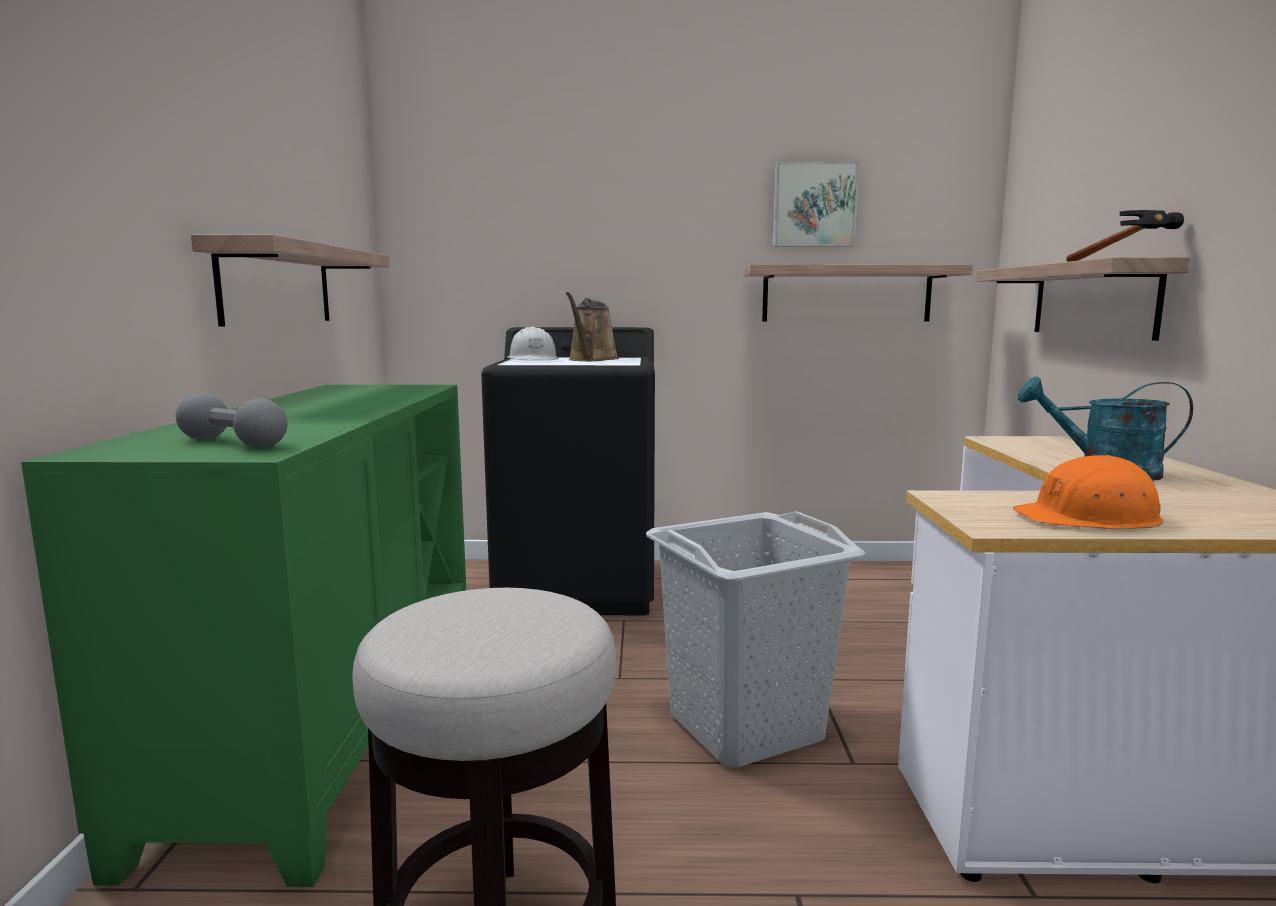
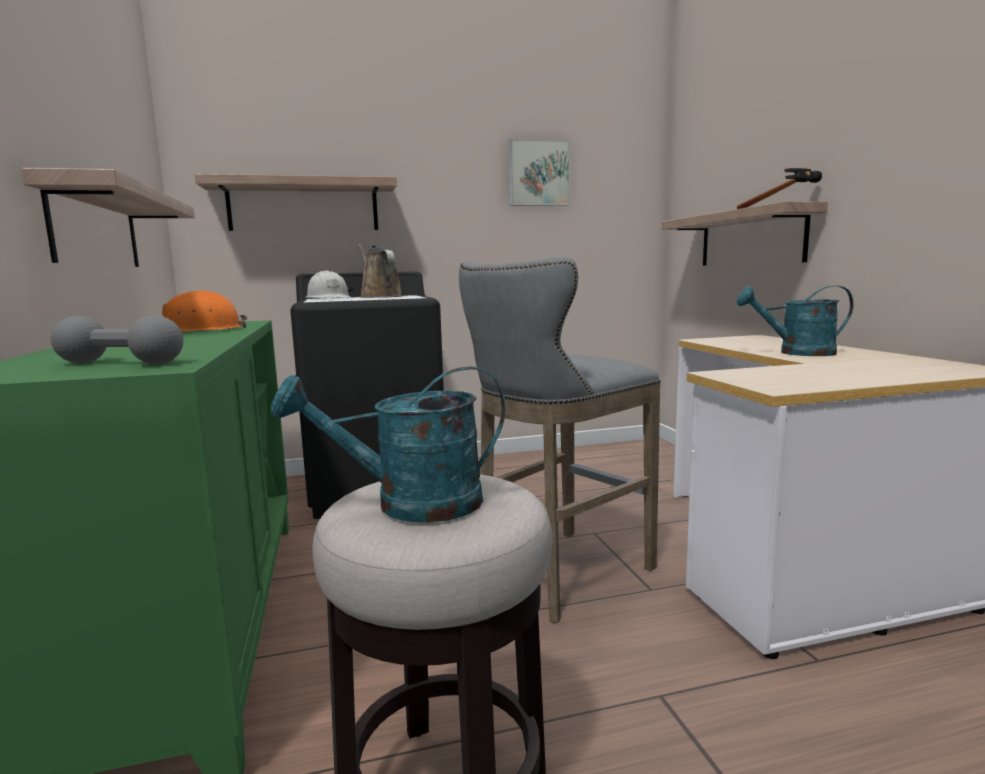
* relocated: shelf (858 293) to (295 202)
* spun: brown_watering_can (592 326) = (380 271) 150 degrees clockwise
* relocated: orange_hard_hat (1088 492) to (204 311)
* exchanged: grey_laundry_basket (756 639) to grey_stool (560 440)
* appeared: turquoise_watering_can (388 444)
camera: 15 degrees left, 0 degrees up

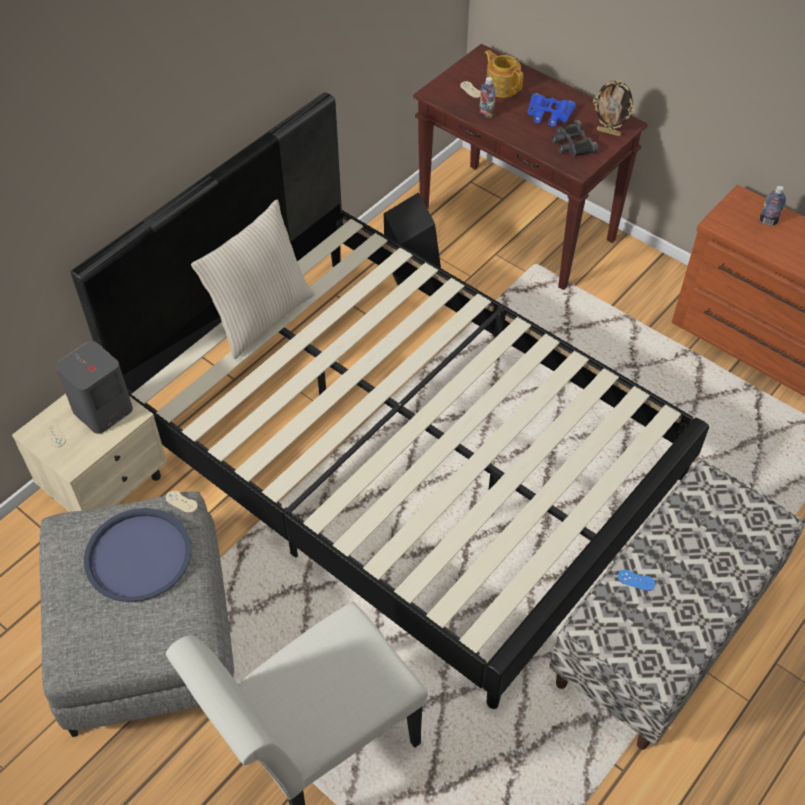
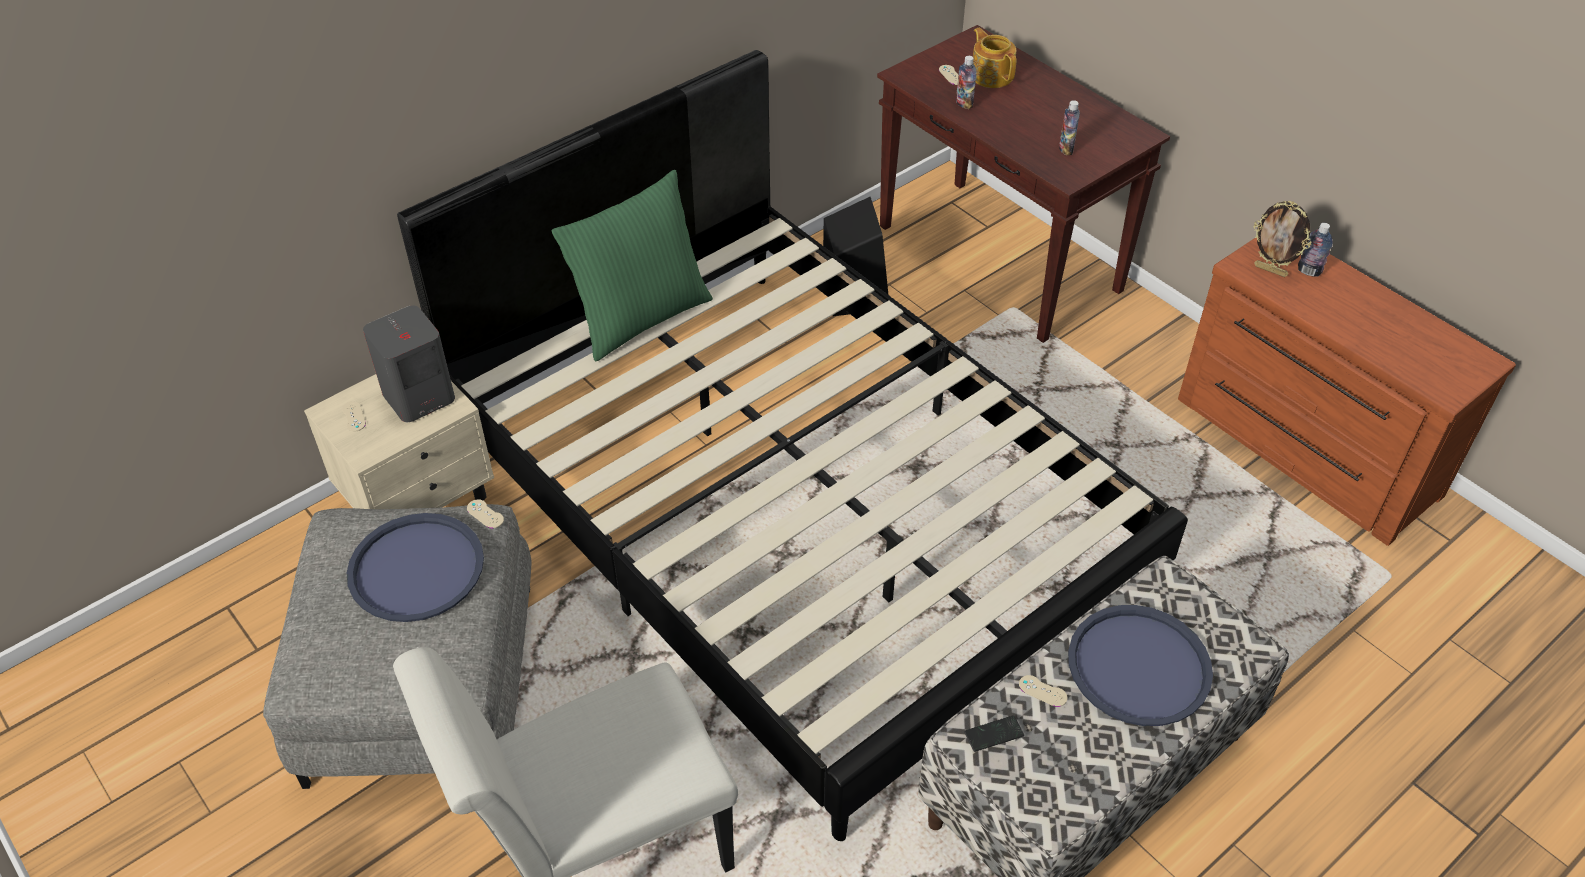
* relocated: picture_frame (614 108) to (1283 239)
* missing: blue_binoculars (551 110)
* exchanged: black_binoculars (575 138) to bottle (1069 128)
* colour: beige_pillow (253 279) to green_pillow (632 265)
* colour: blue_game_controller (636 580) to beige_game_controller (1043 691)
* appeared: blue_tray (1140 665)
* appeared: phone (994 733)
camera: 10 degrees right, 5 degrees down

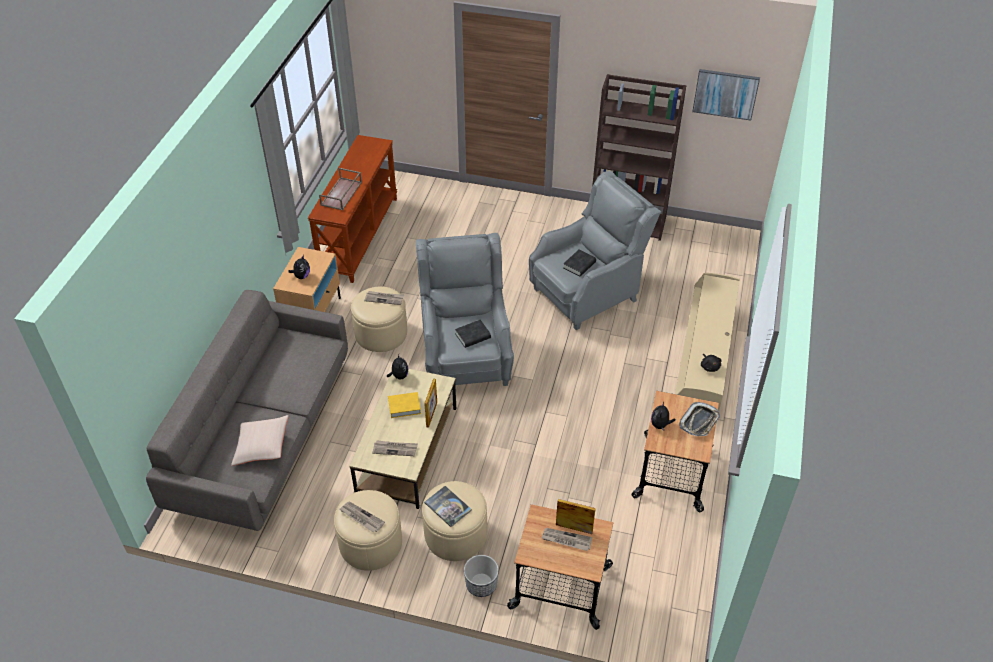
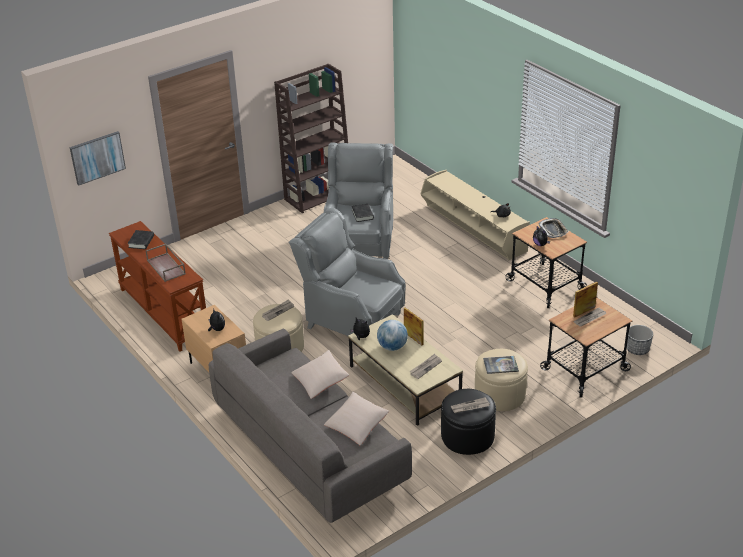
* relocated: picture (726 95) to (98 158)
* relocated: black_book (473 334) to (141 239)
* exchanged: yellow_book (404 405) to globe (392 335)
* colour: beige_ottoman (368 530) to black_ottoman (468 422)
* relocated: planter (481 576) to (640 340)
* appeared: beige_pillow (320 374)
camera: 50 degrees left, 10 degrees down

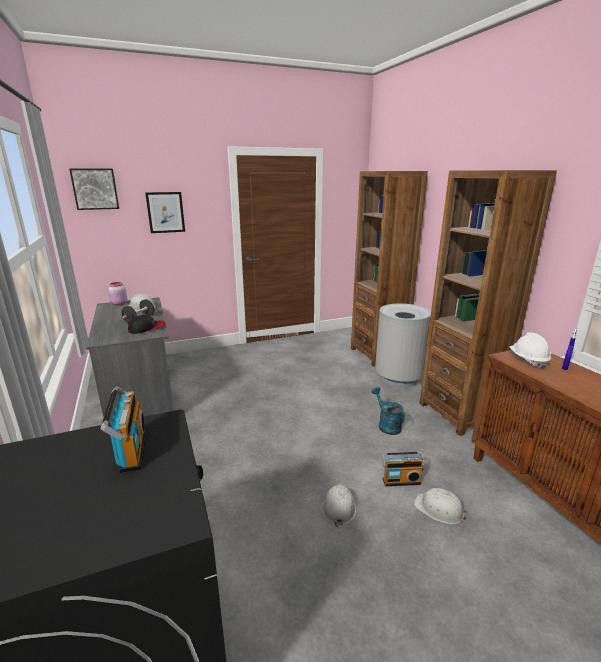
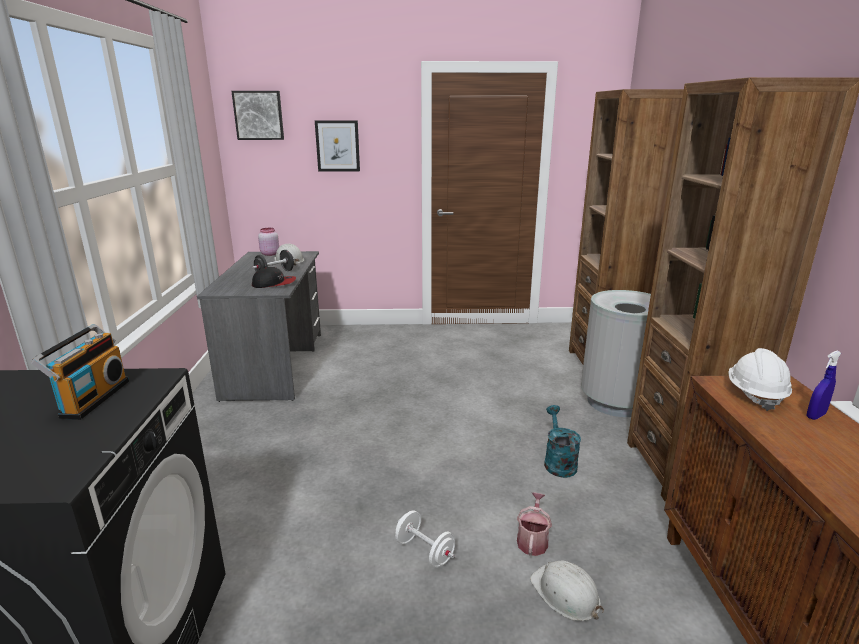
* exchanged: radio (403 469) to watering_can (534 524)
* exchanged: white_hard_hat (339 505) to white_dumbbell (425 539)
camera: 20 degrees right, 0 degrees up

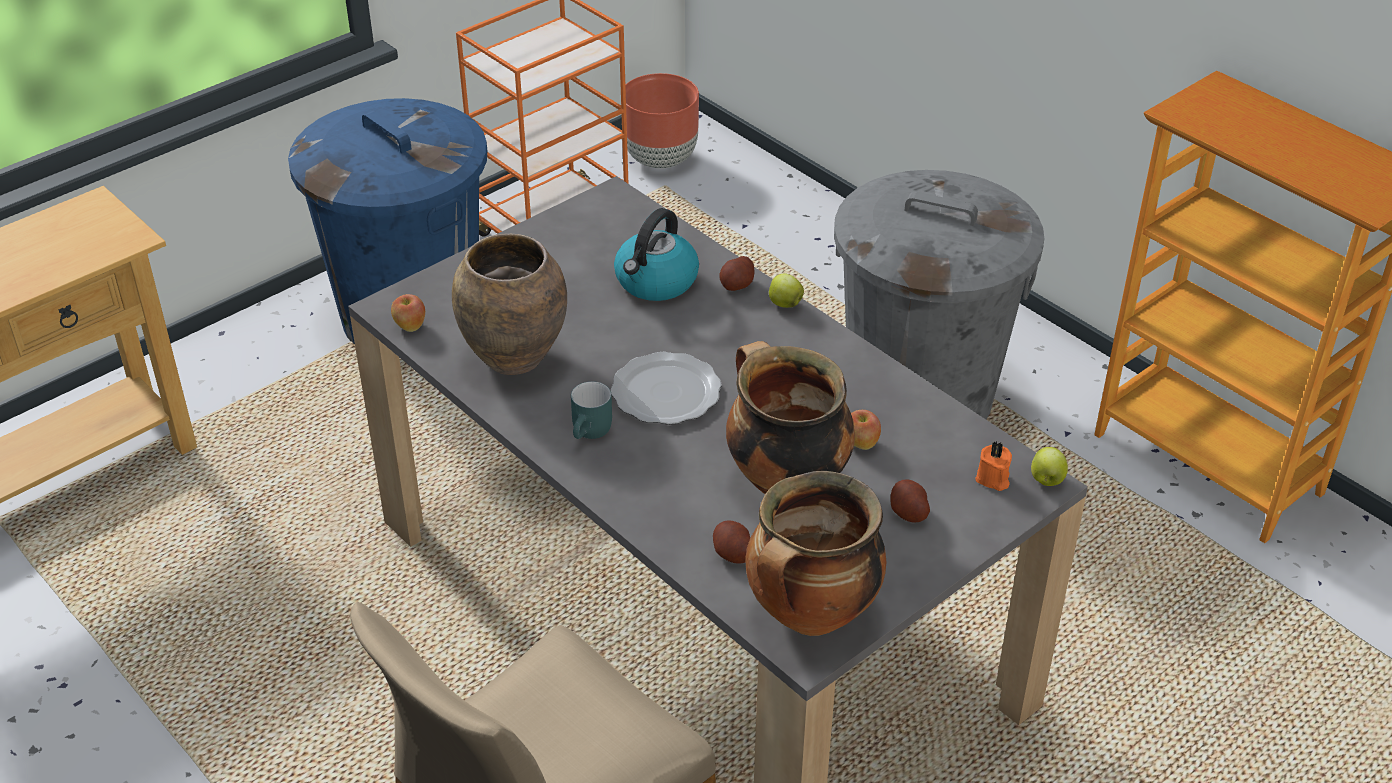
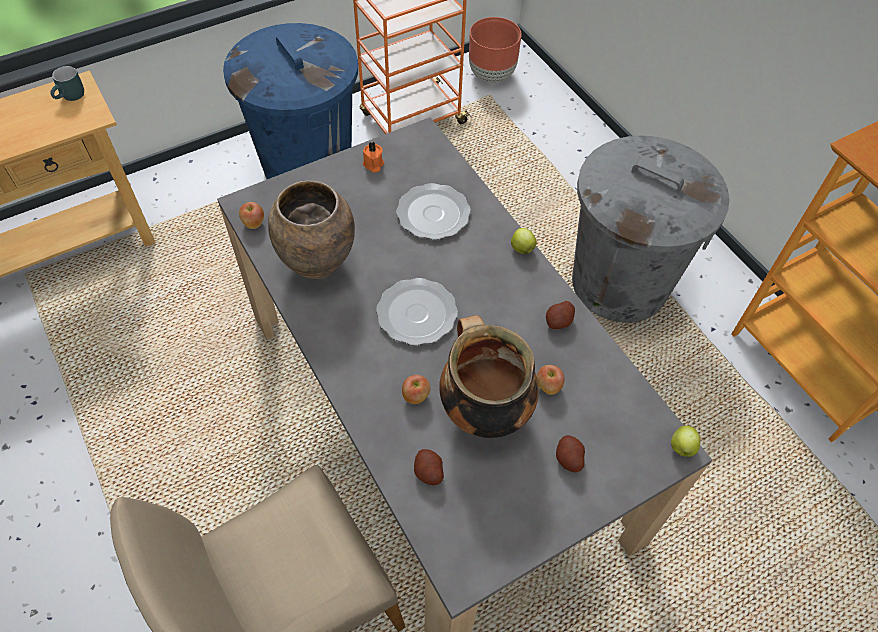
* exchanged: kettle (656 254) to plate (433 211)
* relocated: potato (737 273) to (560 315)
* relocated: turquoise_mug (591 410) to (67 83)
* relocated: orange_candle (993 466) to (373 157)
* missing: cooking_pot (815 553)
* appeared: apple (416 389)
camera: 10 degrees right, 15 degrees up

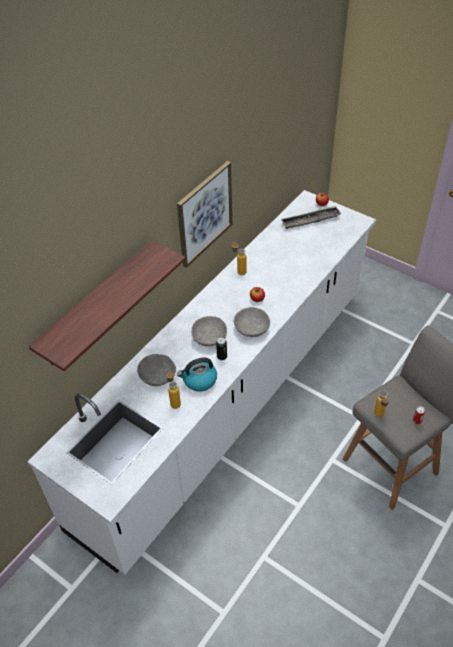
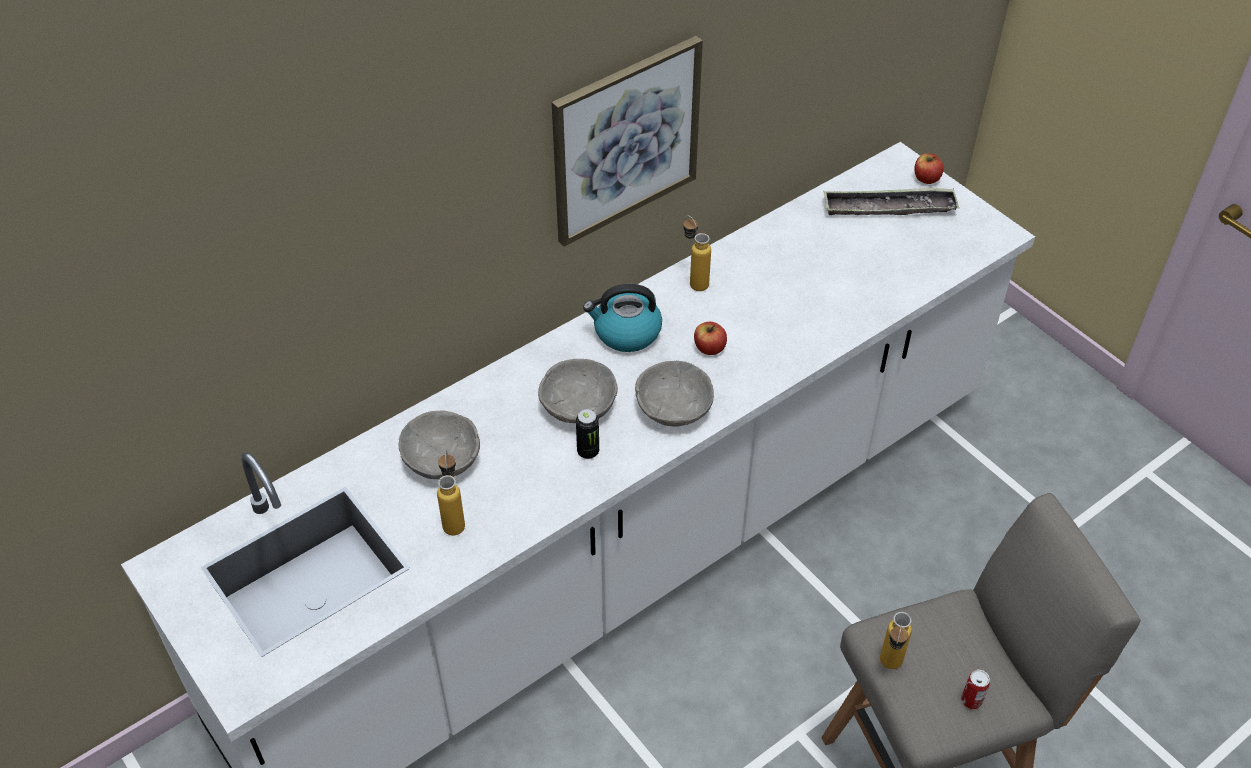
* missing: shelf (107 305)
* relocated: kettle (197 375) to (622 318)
camera: 15 degrees right, 0 degrees up

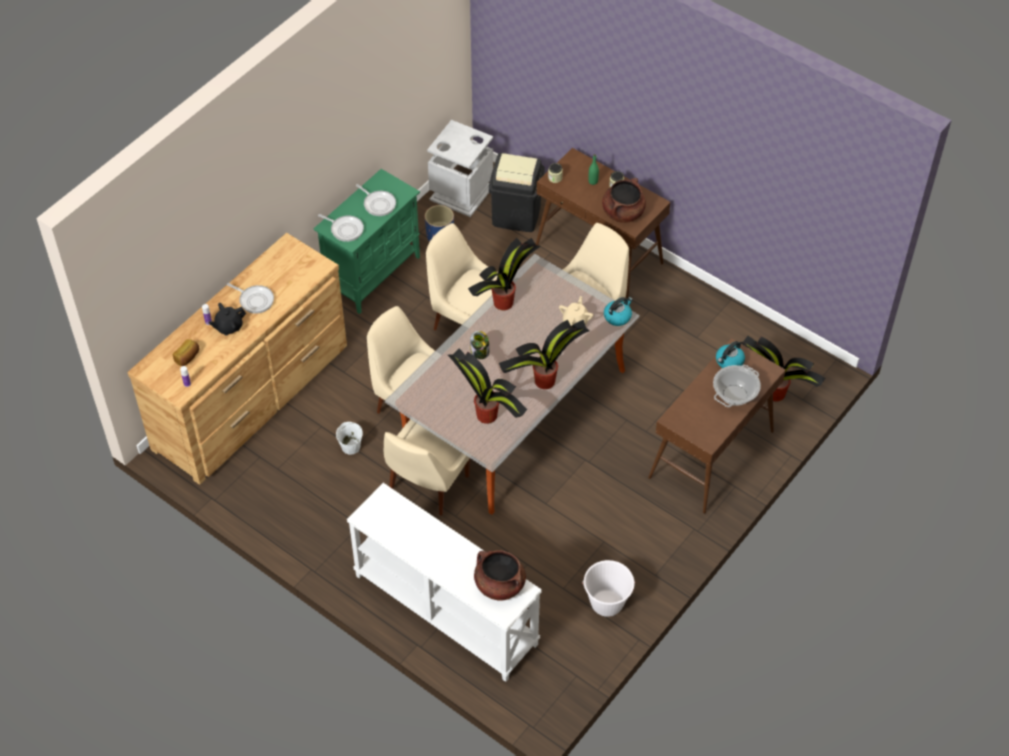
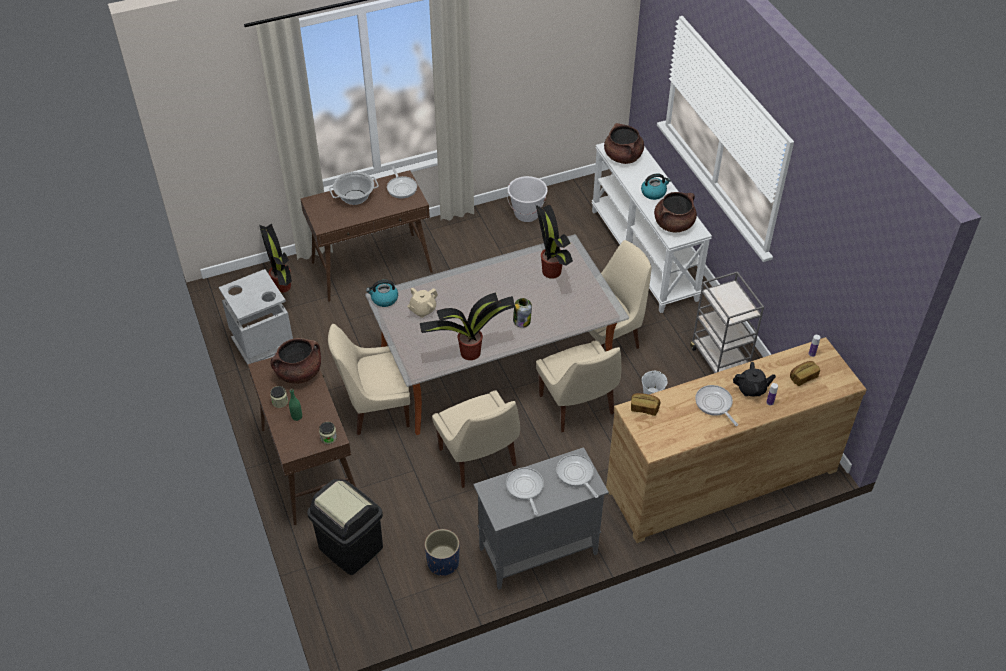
* relocated: grey_trash_can (460 168) to (256 317)
* colour: green_cabinet (367 241) to grey_cabinet (541 518)
* missing: potted_plant (544 354)
* relocated: kettle (730 354) to (656 186)
* appeared: frying_pan (402 182)
* appeared: brown_cooking_pot (675 212)
* appeared: grey_cart (727 322)
* appeared: bread (646 404)
camera: 150 degrees left, 5 degrees down

